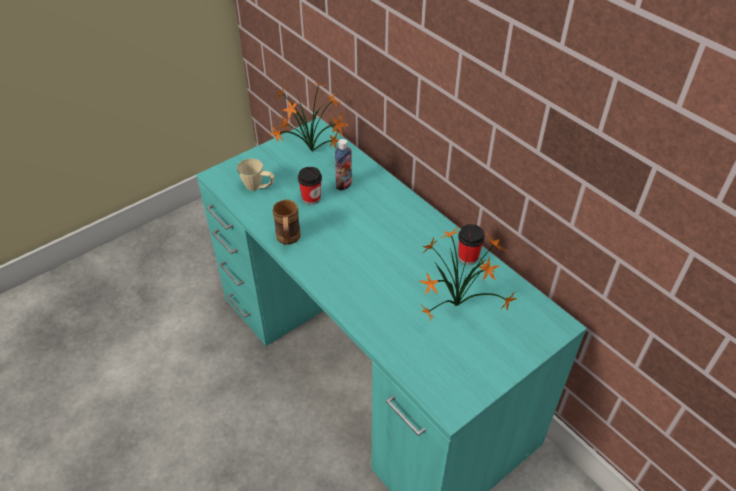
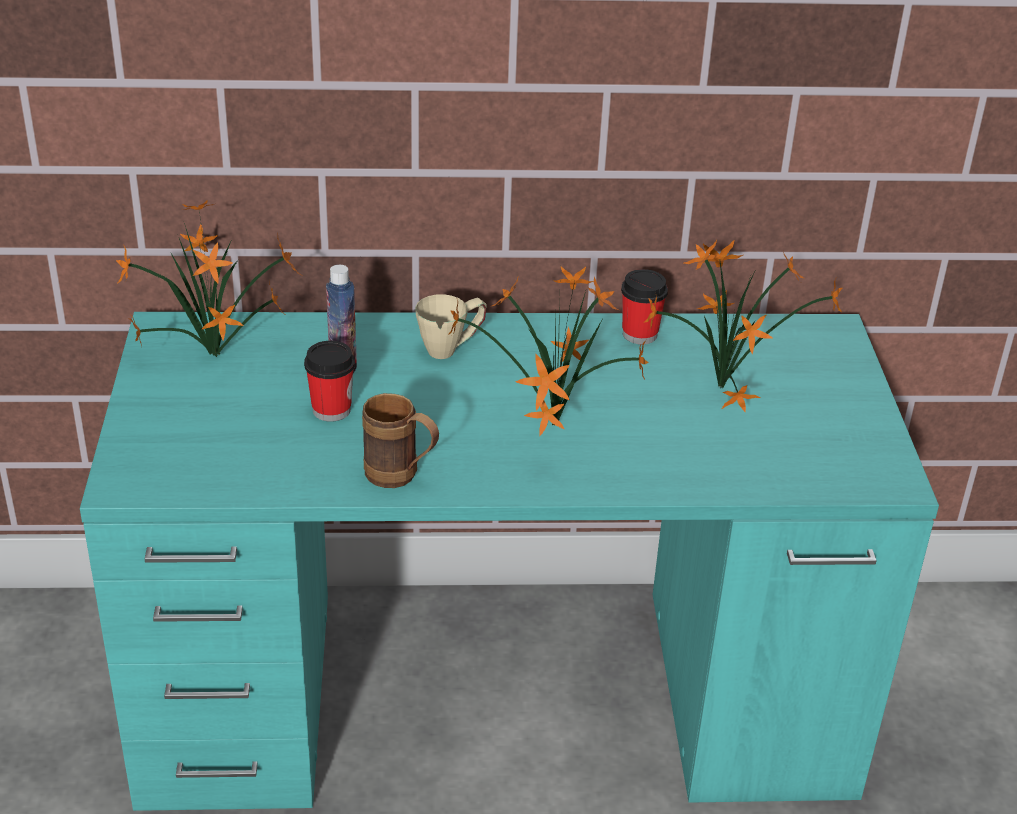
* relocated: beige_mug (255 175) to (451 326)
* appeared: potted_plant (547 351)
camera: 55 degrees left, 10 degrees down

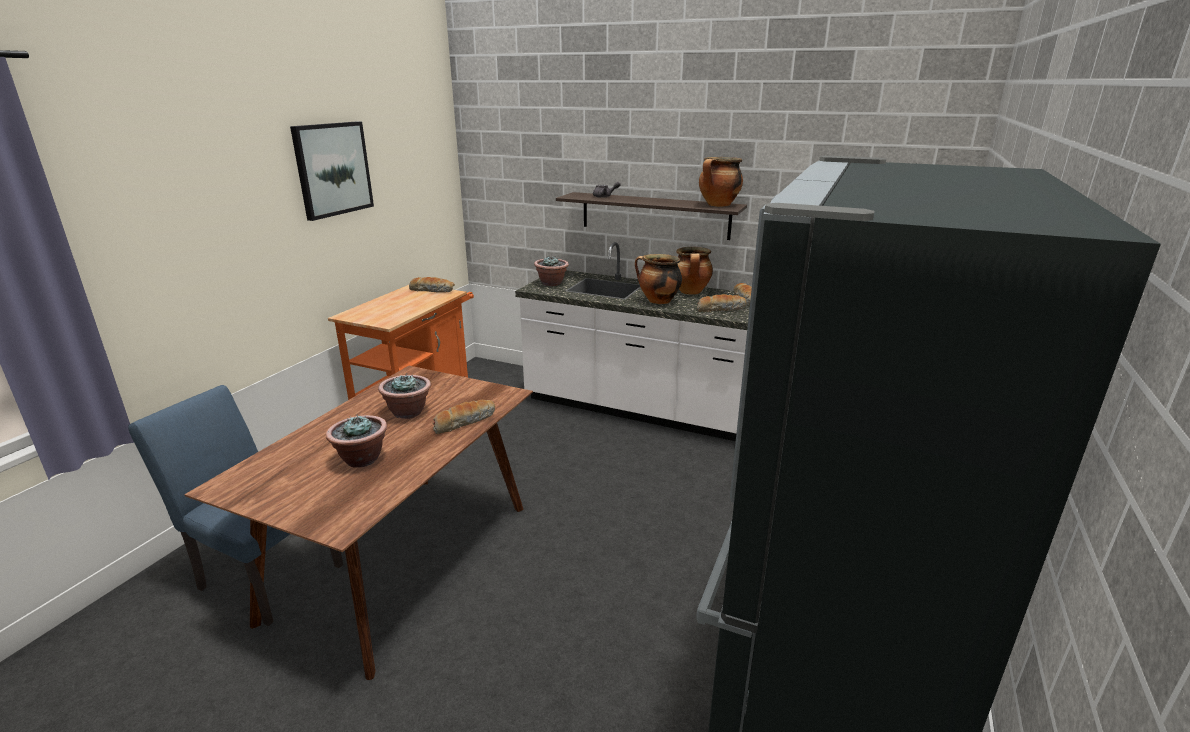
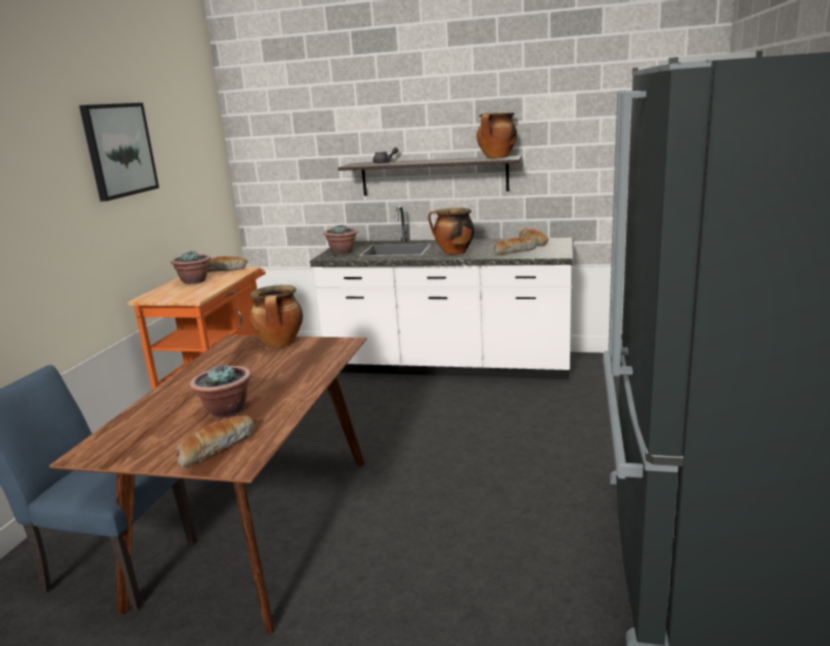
* relocated: cooking_pot (694 271) to (276 316)
* relocated: potted_plant (404 396) to (190 267)
* relocated: bread (464 417) to (215 441)
camera: 10 degrees left, 5 degrees down

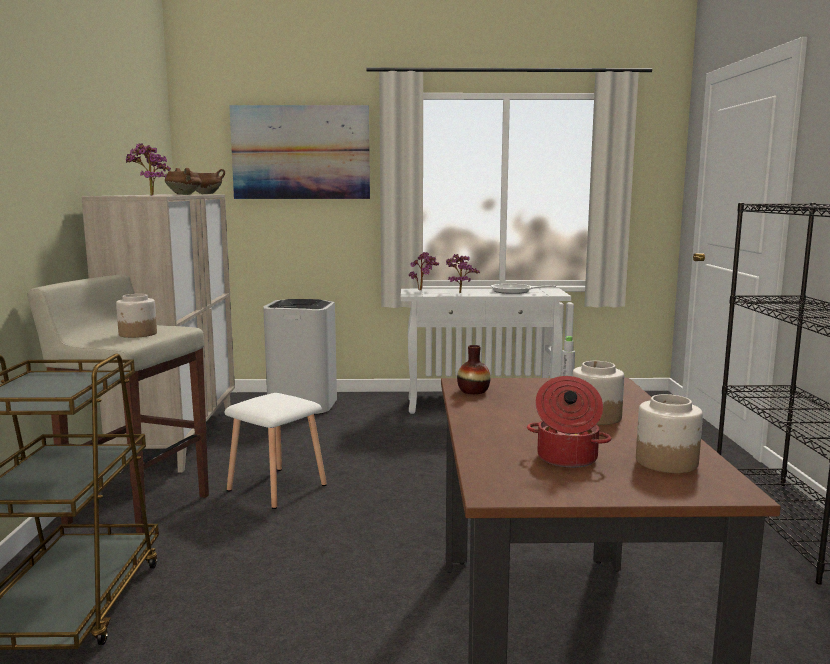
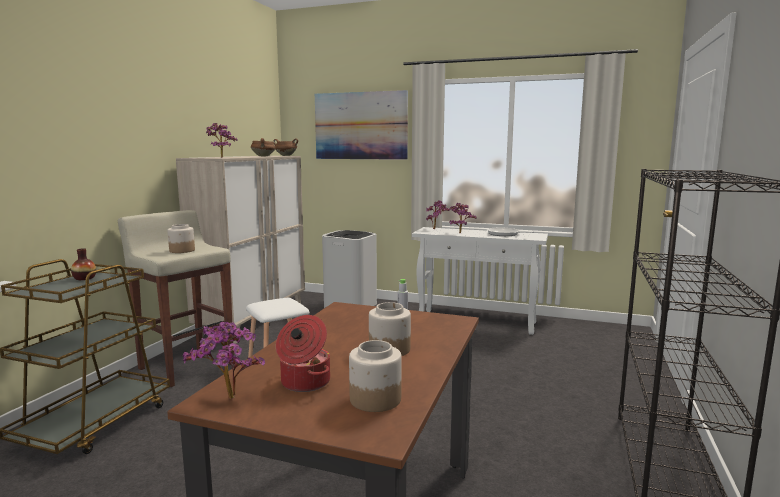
* relocated: vase (474 369) to (83 264)
* appeared: potted_plant (224 360)
camera: 20 degrees right, 0 degrees up

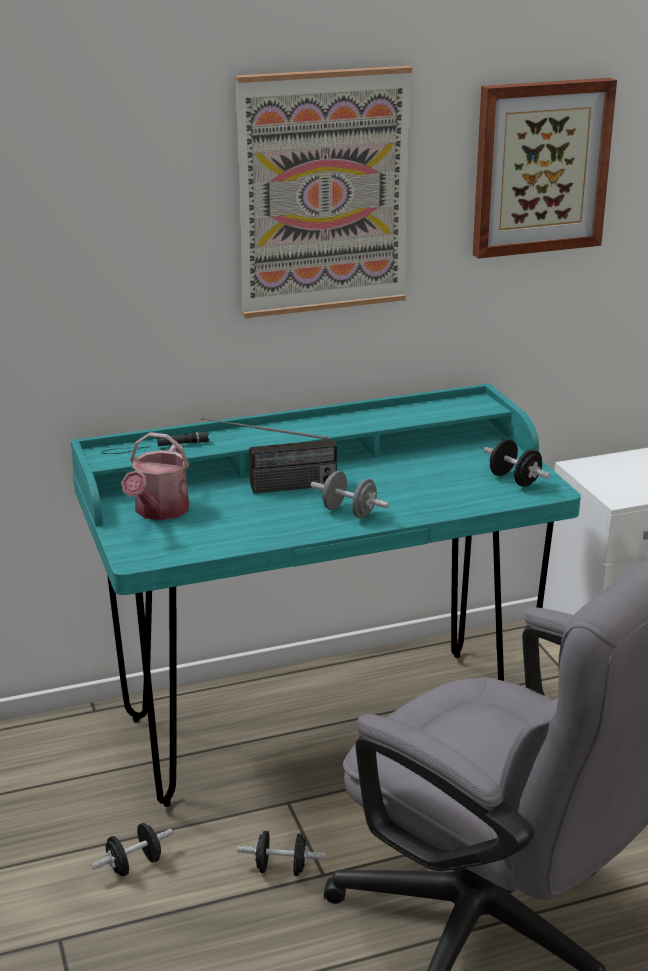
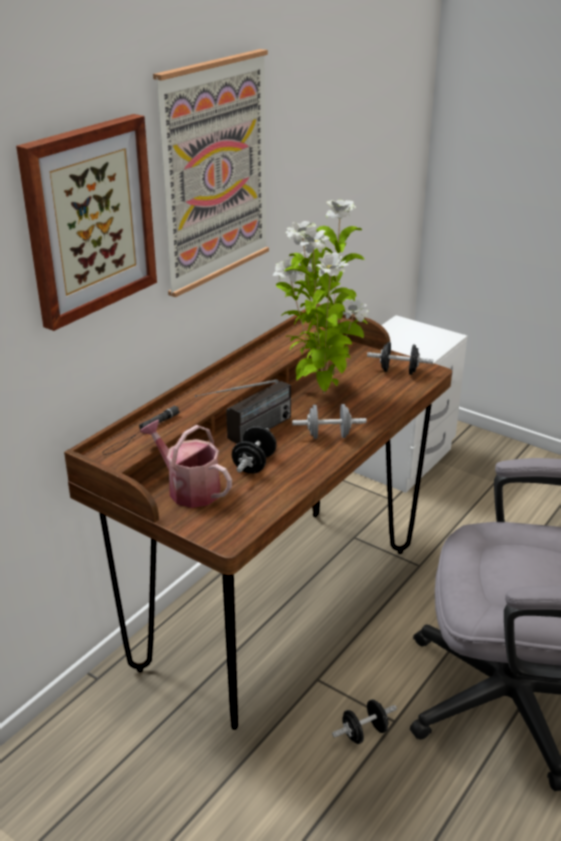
* relocated: picture (545 168) to (86 222)
* colour: turquoise_desk (326 595) to brown_desk (258 517)
* spun: watering_can (155 476) = (186 464) 150 degrees clockwise
* relocated: black_dumbbell (132 849) to (254 450)
* appeared: potted_plant (321 297)
camera: 35 degrees left, 5 degrees up

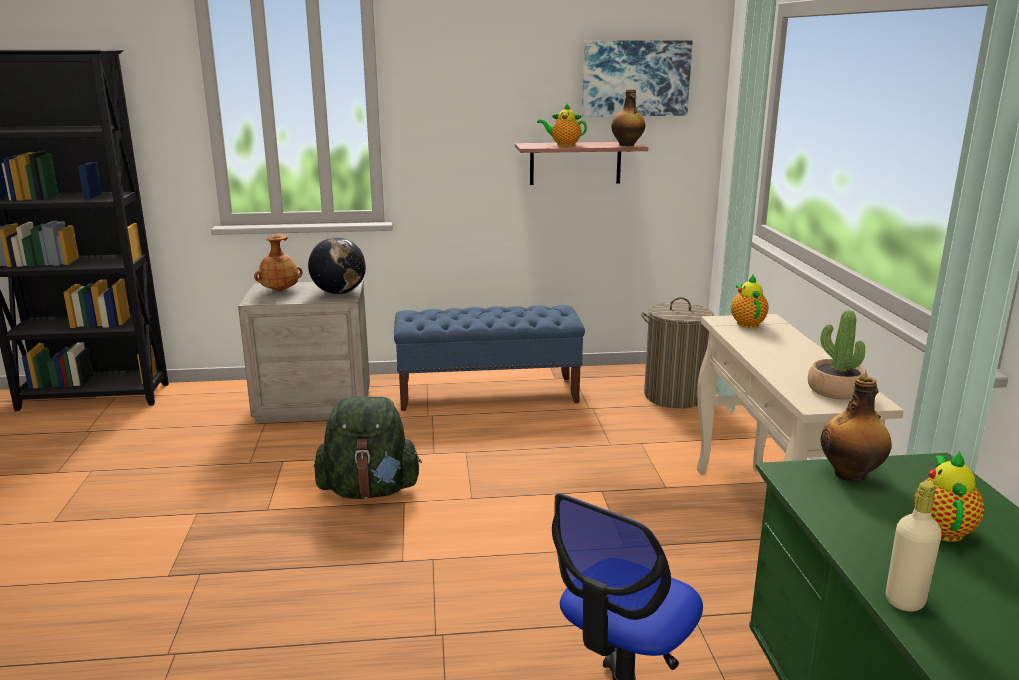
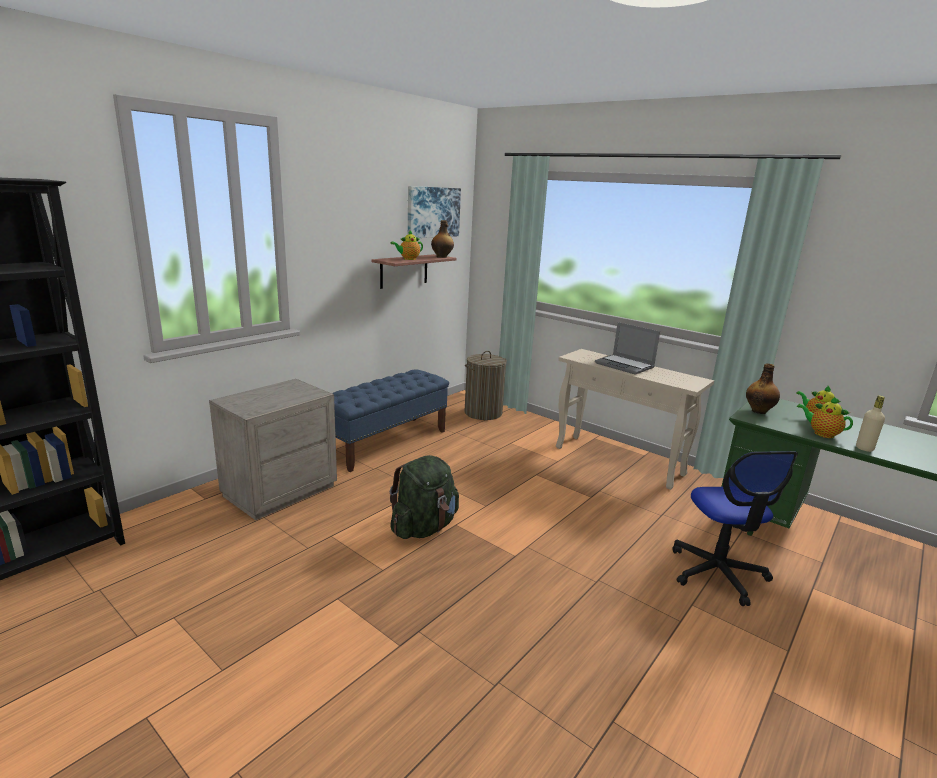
* missing: brown_vase (278 262)
* missing: globe (337 265)
* relocated: teapot (750 301) to (825 417)
* missing: potted_plant (838 354)
* appeared: laptop (627 348)
camera: 45 degrees left, 0 degrees up

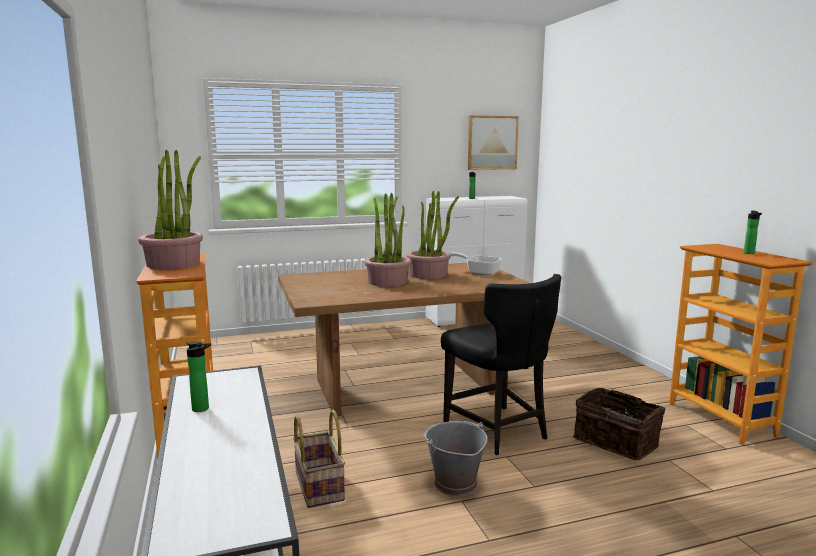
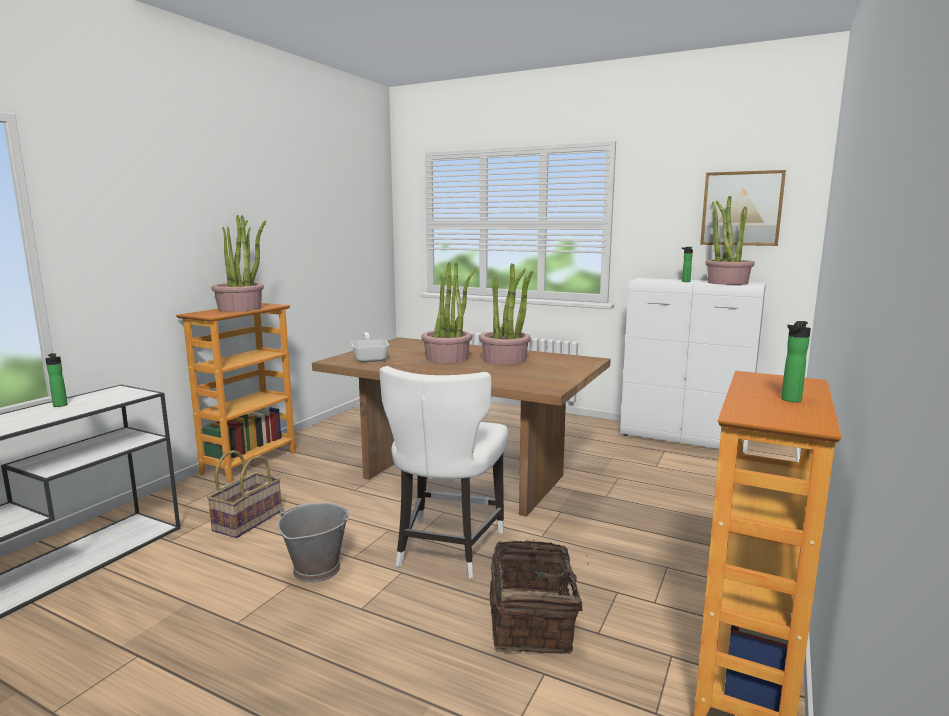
* relocated: frying_pan (476 263) to (370 347)
* colour: black_chair (501 364) to white_chair (444 472)
* appeared: potted_plant (730 240)
camera: 45 degrees right, 0 degrees up

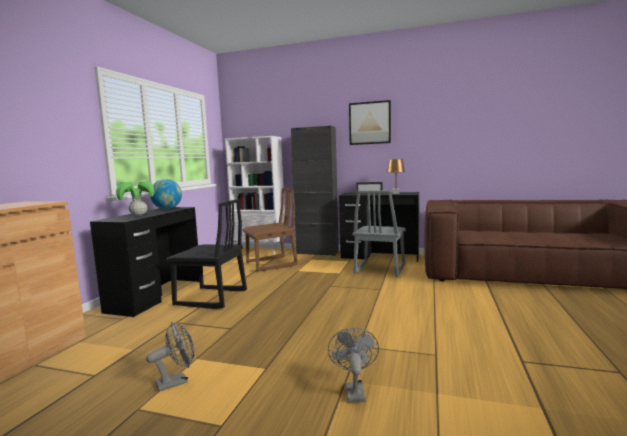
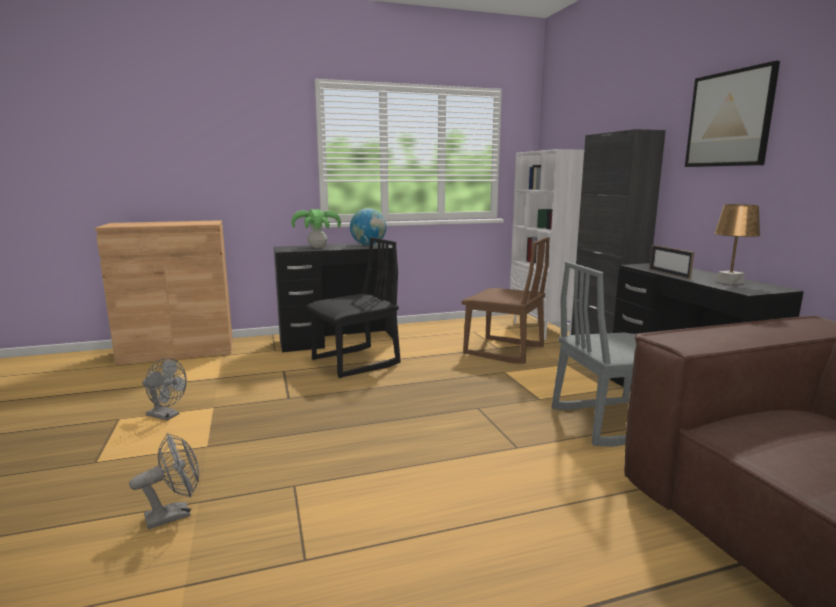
* spun: black_chair (206 254) = (353 307) 105 degrees counterclockwise
camera: 55 degrees right, 5 degrees up

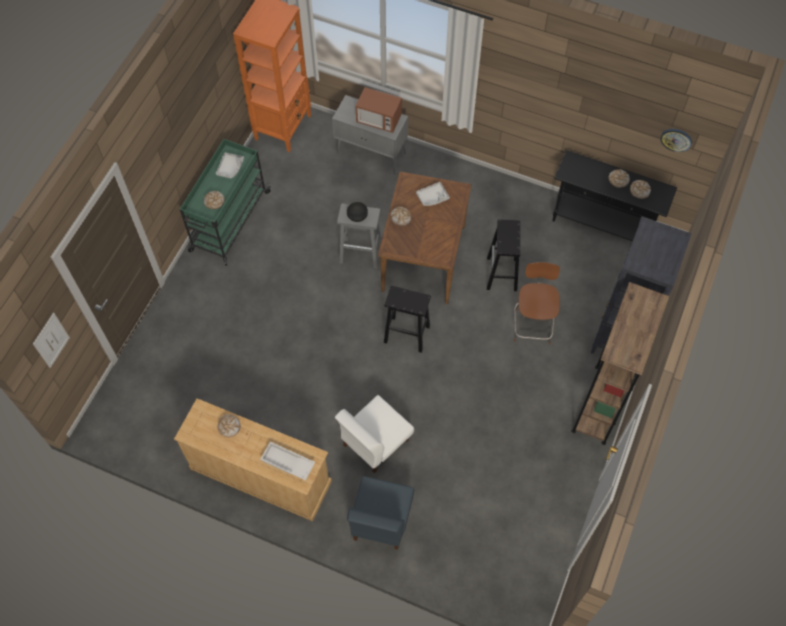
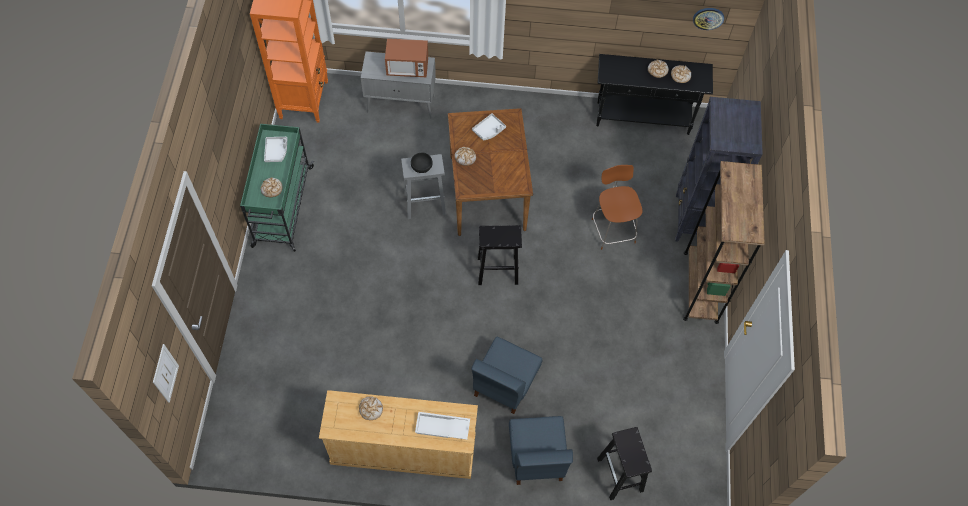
* relocated: black_stool (503 255) to (624 463)
* colour: white_chair (374 434) to blue_chair (506 375)
camera: 20 degrees left, 0 degrees up

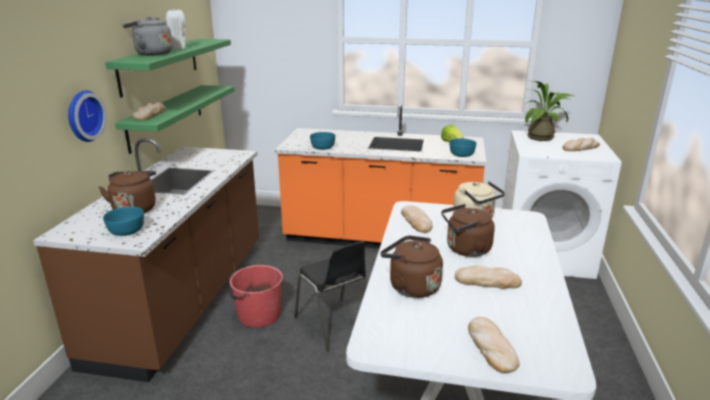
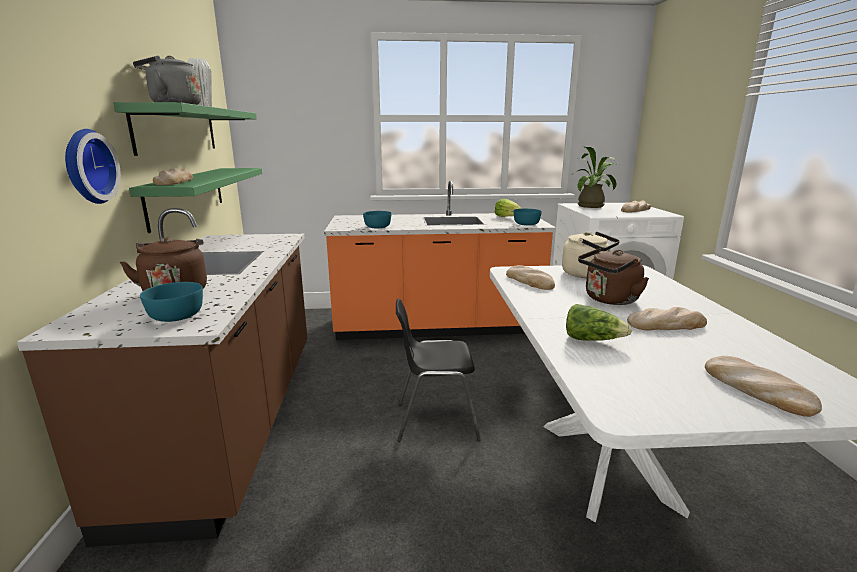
* exchanged: brown_kettle (412 266) to lettuce (599 322)
* spun: black_chair (331 296) = (438 370) 135 degrees clockwise
* missing: red_bucket (256 296)
camera: 15 degrees left, 5 degrees down

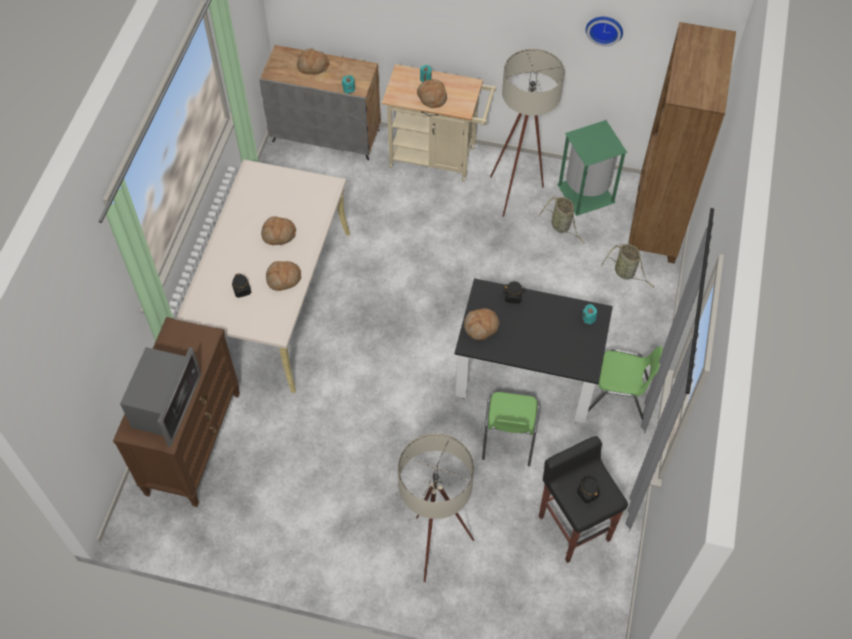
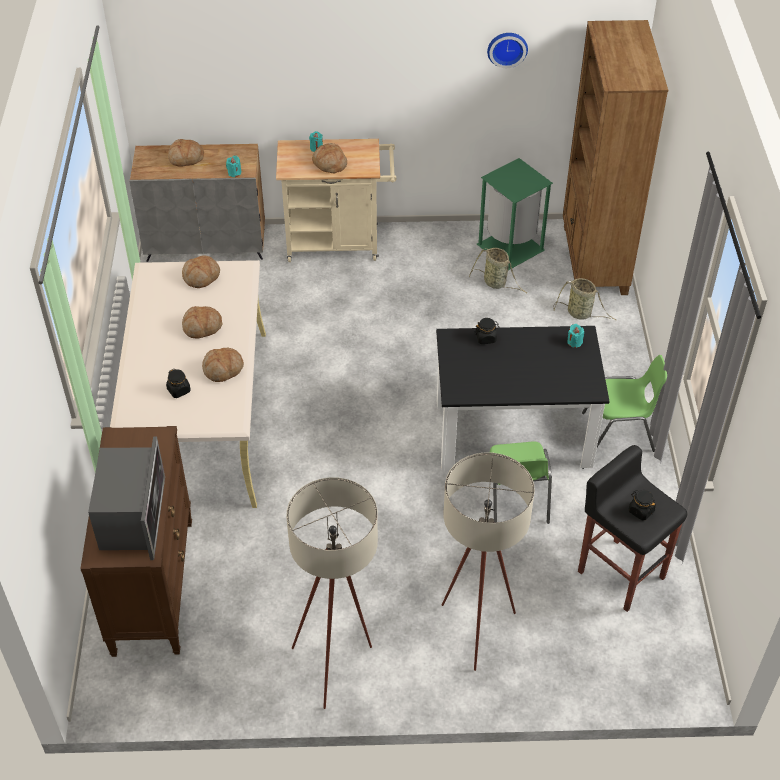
* relocated: beige_floor_lamp (527 133) to (332 593)
* relocated: bread (482 324) to (201 271)
camera: 15 degrees left, 10 degrees down

